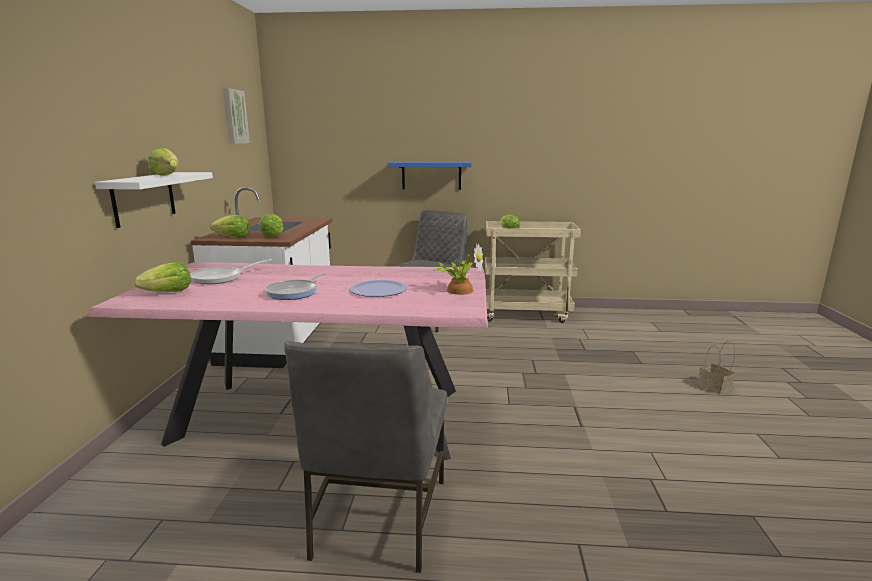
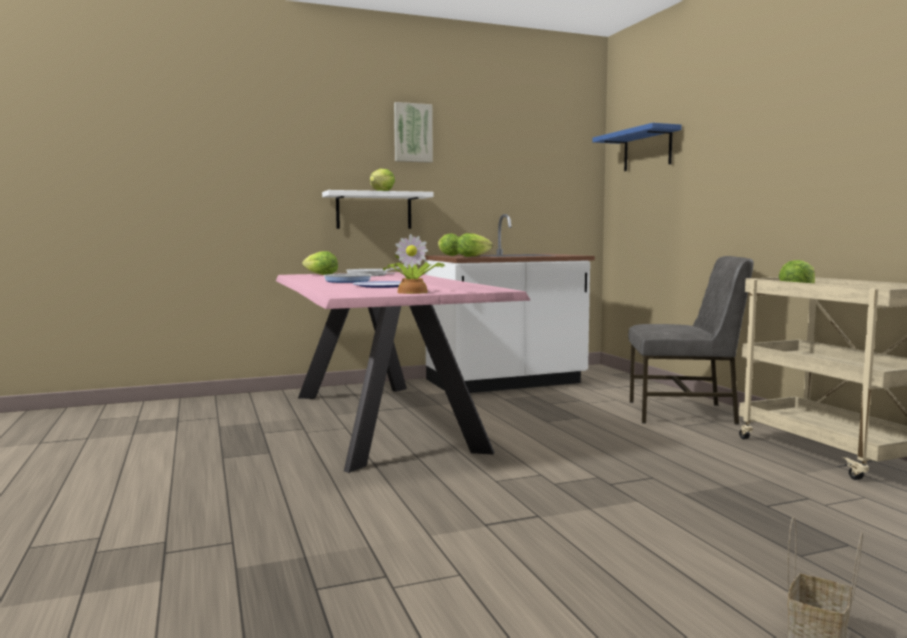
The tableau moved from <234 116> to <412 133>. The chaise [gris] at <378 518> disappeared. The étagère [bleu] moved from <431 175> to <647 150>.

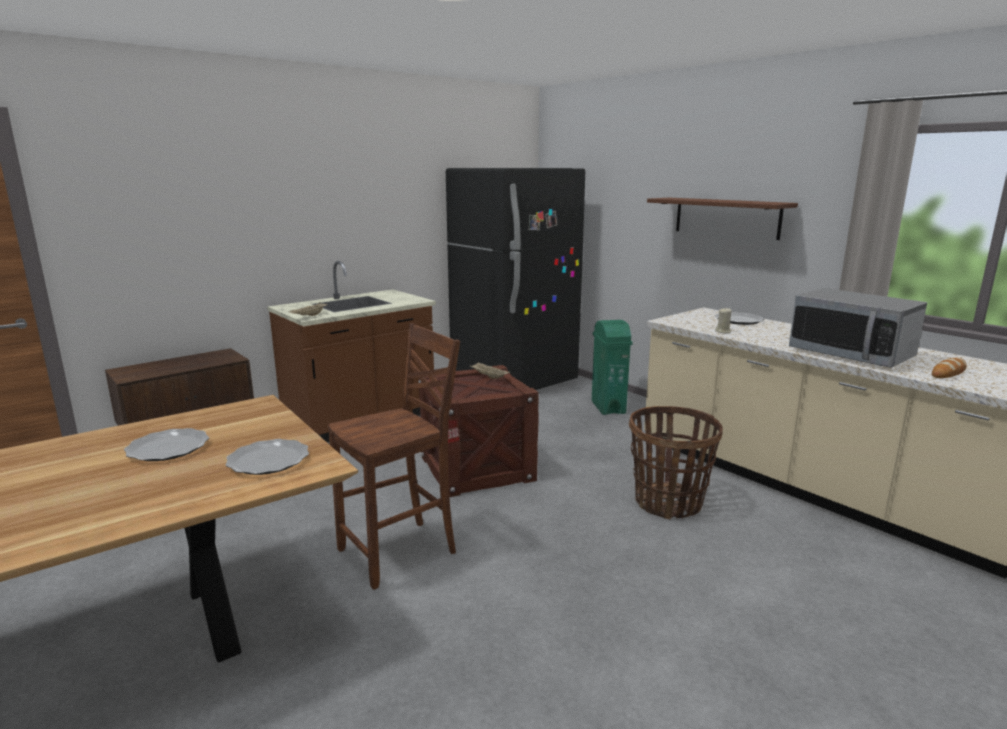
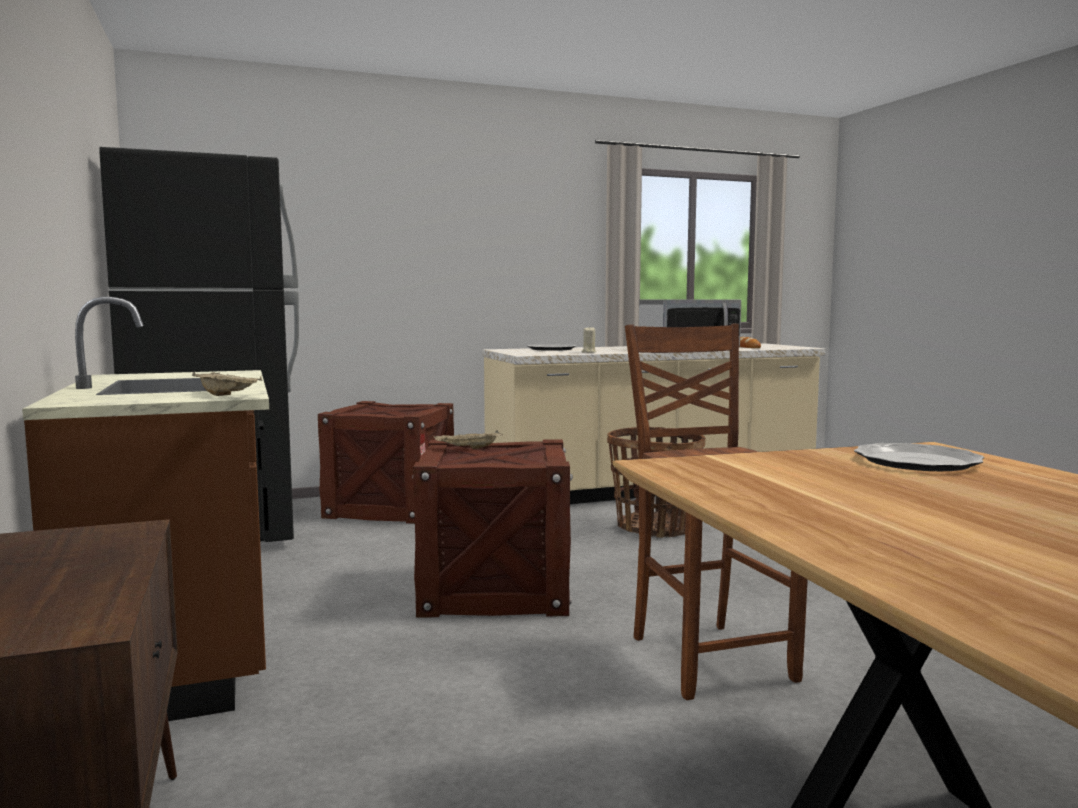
The assiette at <167 448> disappeared. The poubelle [vert] at <608 407> was replaced by the caisse at <390 507>. The étagère [marron] at <726 217> disappeared.

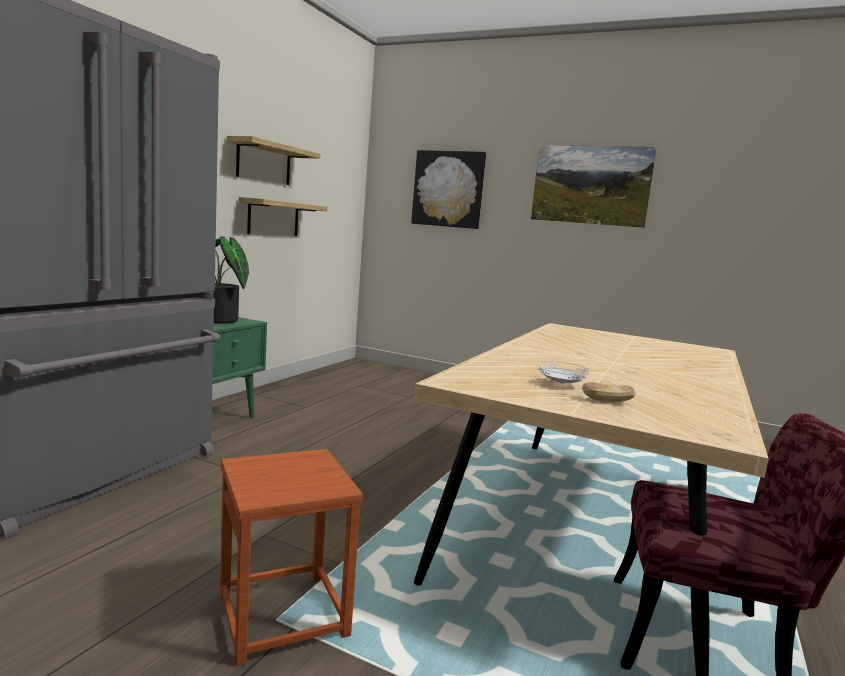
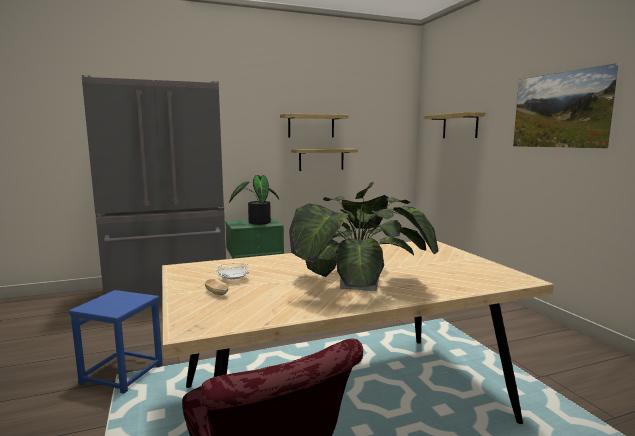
The tabouret [marron] at <284 615> became the tabouret [bleu] at <122 374>. The tableau at <448 189> was replaced by the étagère at <460 126>. The plante en pot at <359 283> appeared.

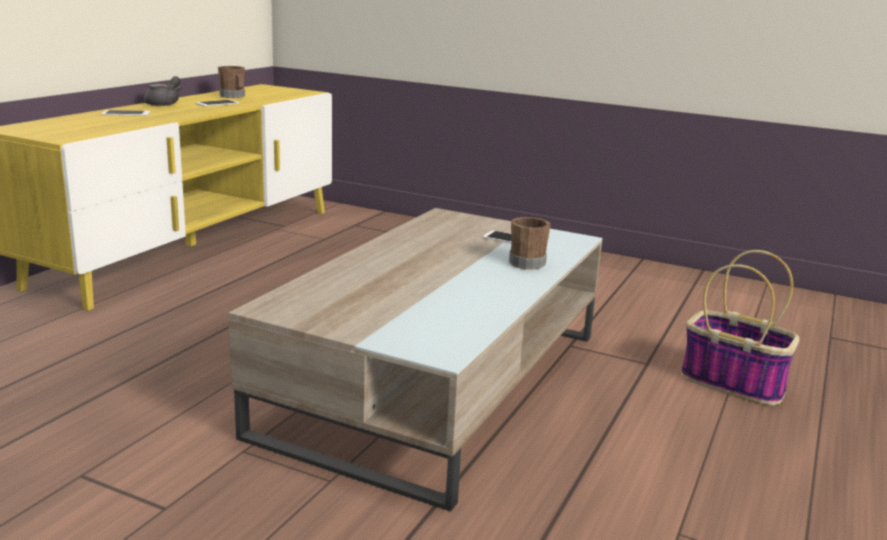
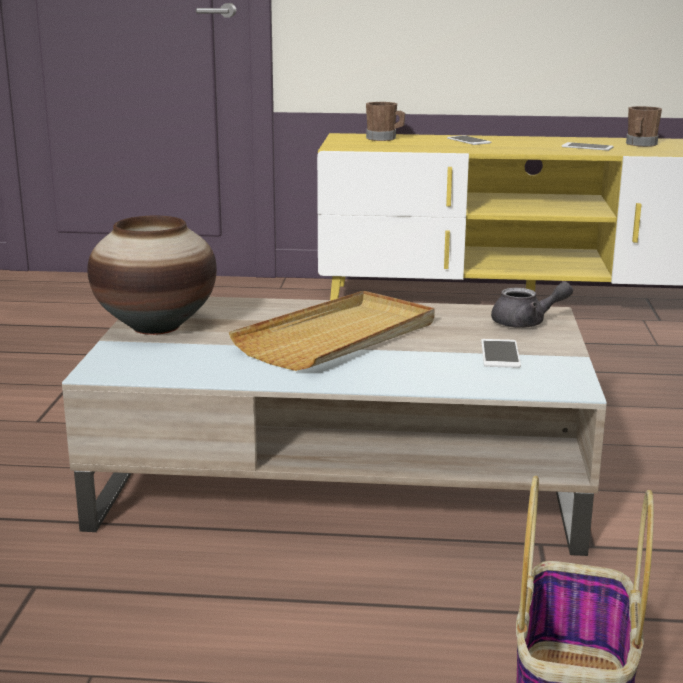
The théière [gris] moved from <165 103> to <526 323>. The mug [marron] moved from <529 262> to <384 138>. The vase at <156 327> appeared. The plateau [beige] at <339 337> appeared.

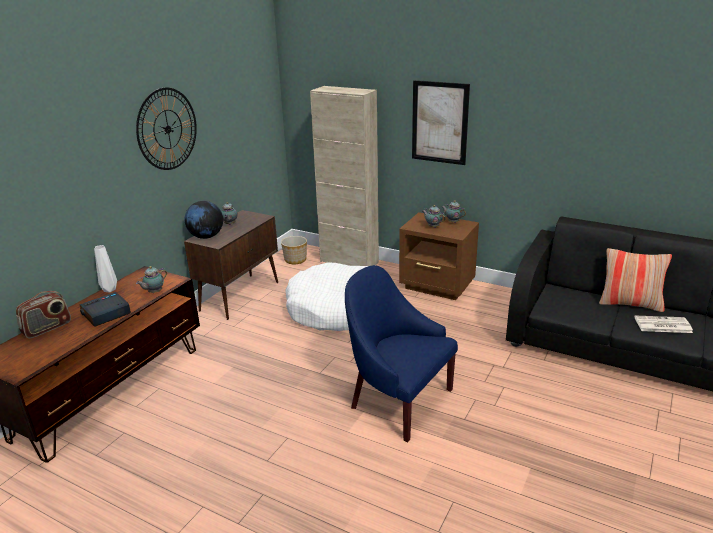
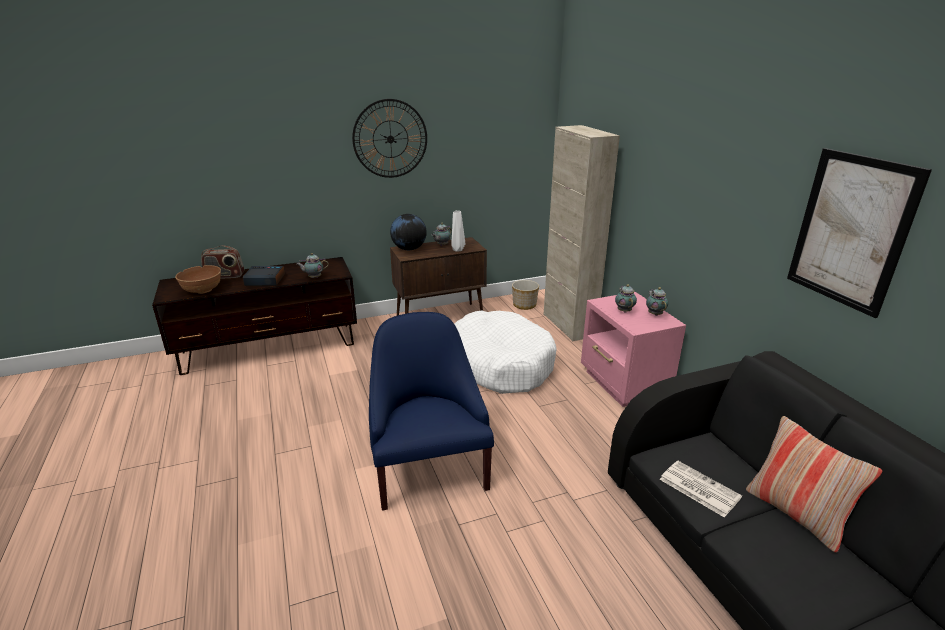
The vase [blanc] moved from <110 289> to <458 250>. The table de chevet [marron] at <437 286> became the table de chevet [rose] at <623 384>. The tableau moved from <439 122> to <850 231>. The journal moved from <662 325> to <698 488>. The bol [marron] at <202 290> appeared.

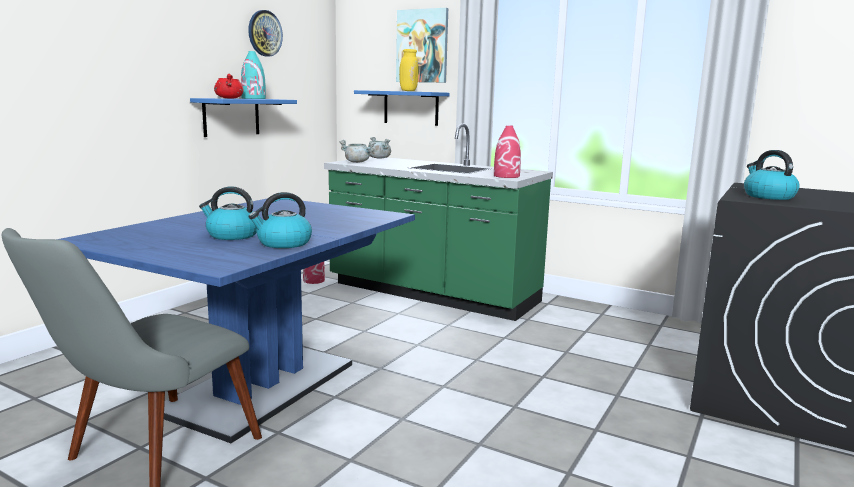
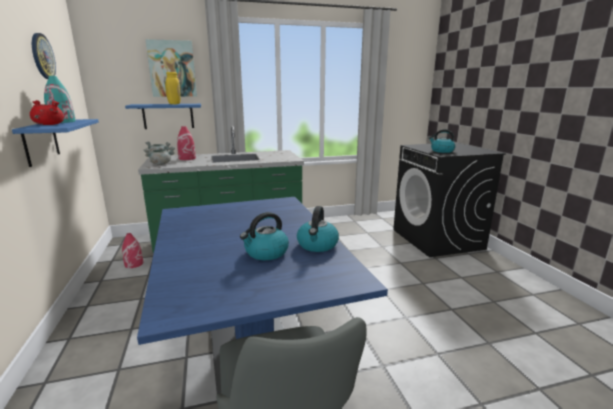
The vase [rouge] moved from <506 176> to <187 158>.

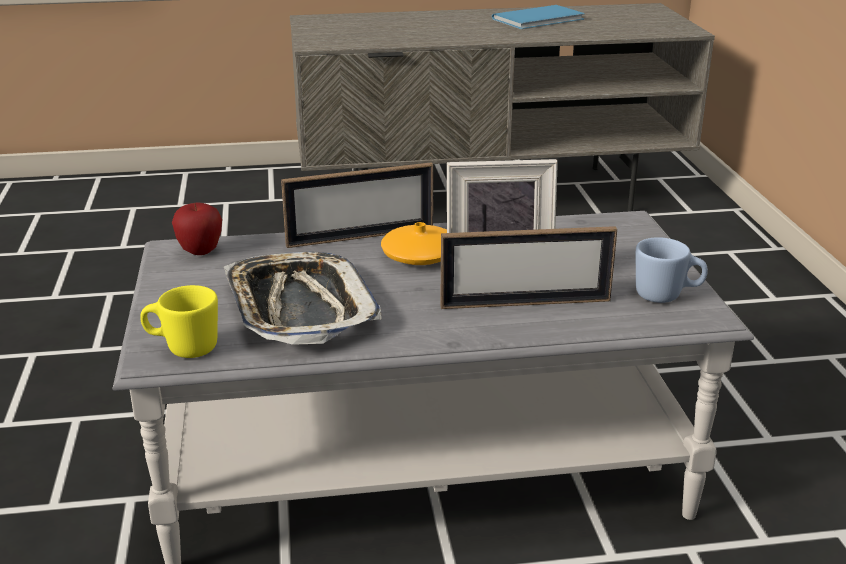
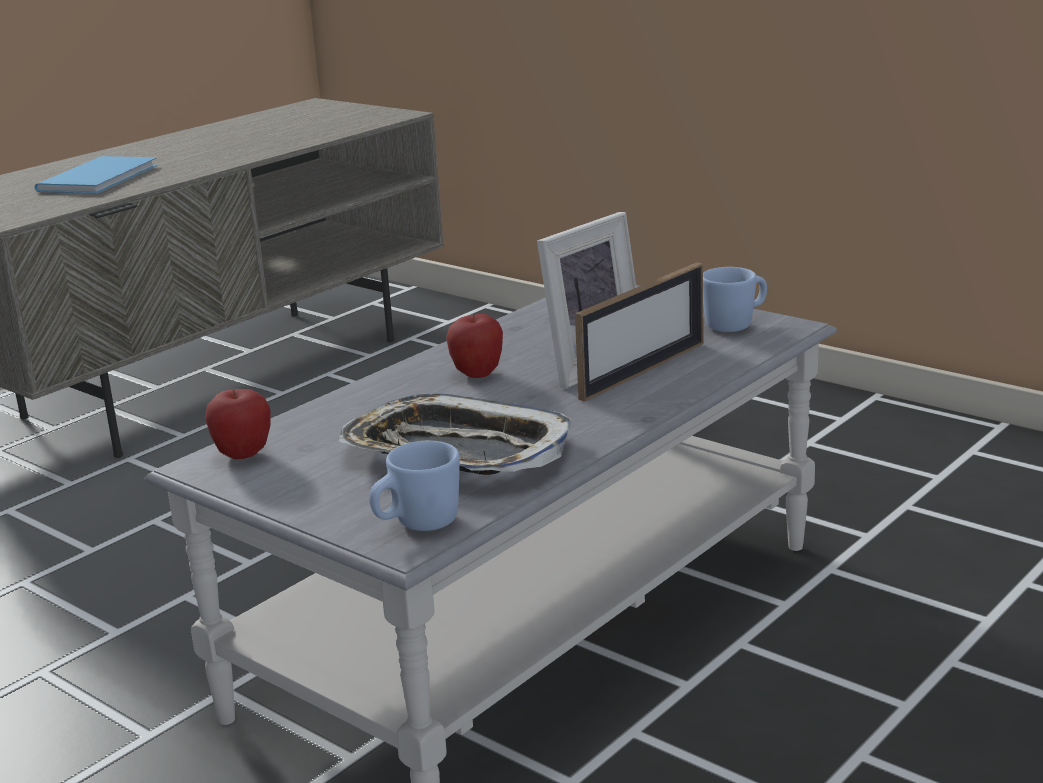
The mug [jaune] at <183 348> became the mug [bleu] at <417 525>. The cadre photo at <360 237> disappeared. The vase [orange] at <419 256> was replaced by the pomme at <477 374>. The livre [bleu] moved from <541 19> to <103 177>.

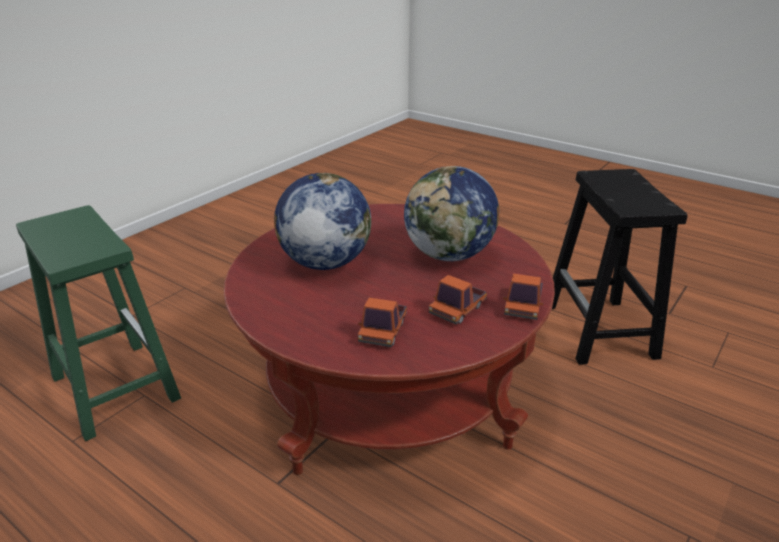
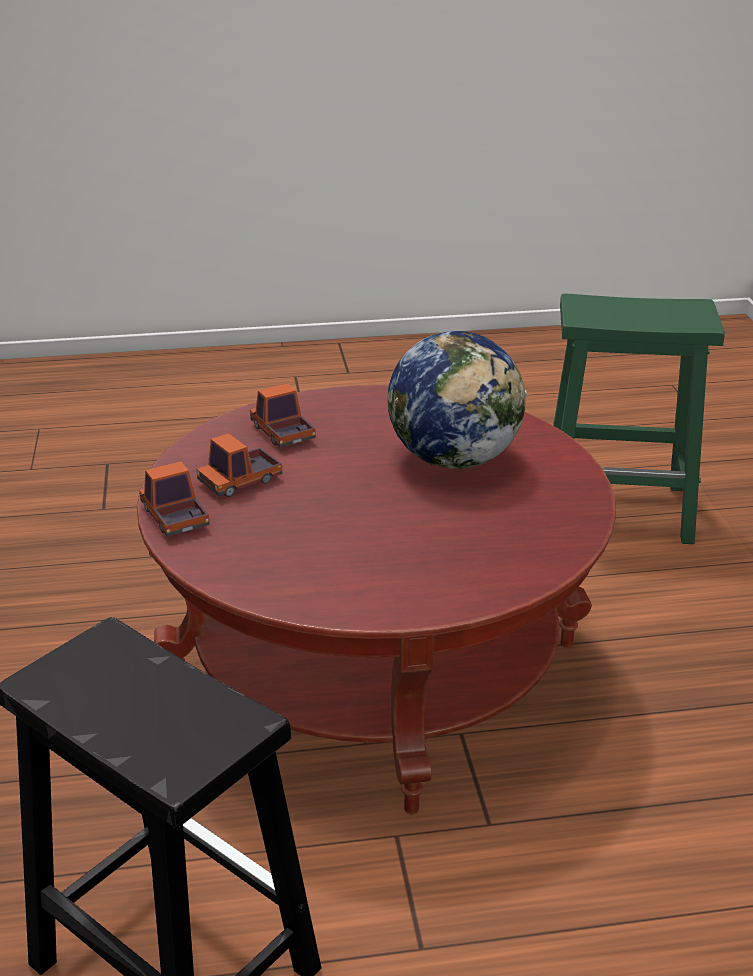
The globe at <449 255> disappeared. The camion jouet at <457 309> turned 120 degrees counterclockwise.

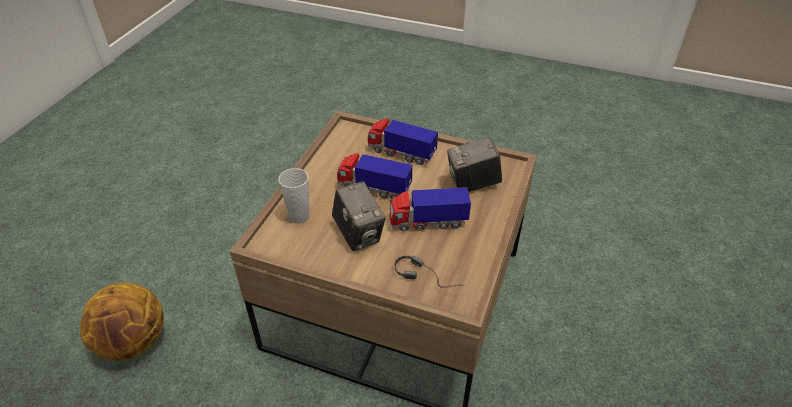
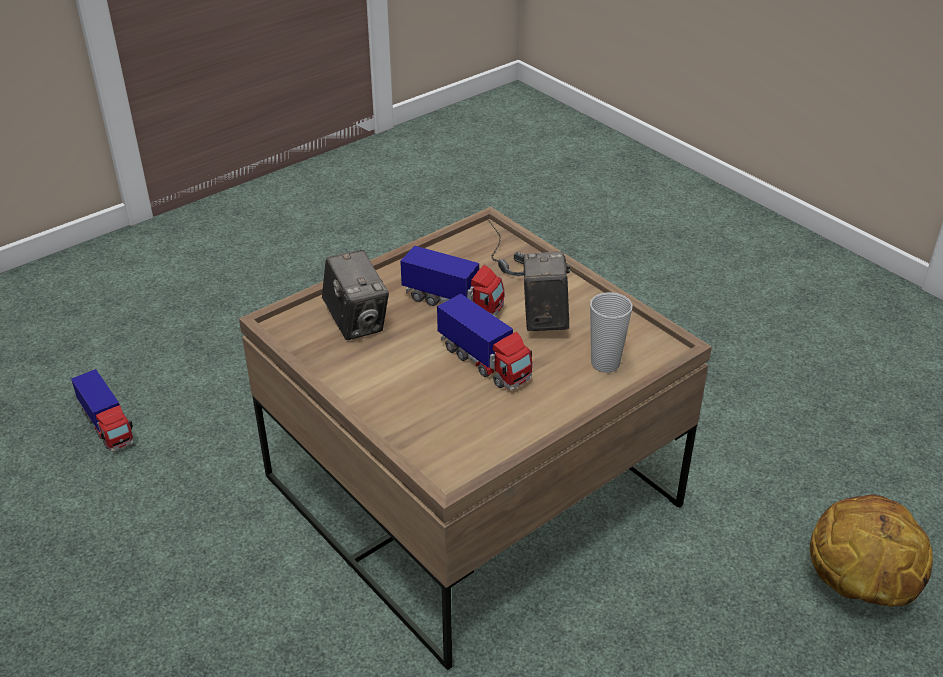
The camion jouet moved from <401 153> to <107 426>. The appareil photo at <472 184> turned 45 degrees clockwise.

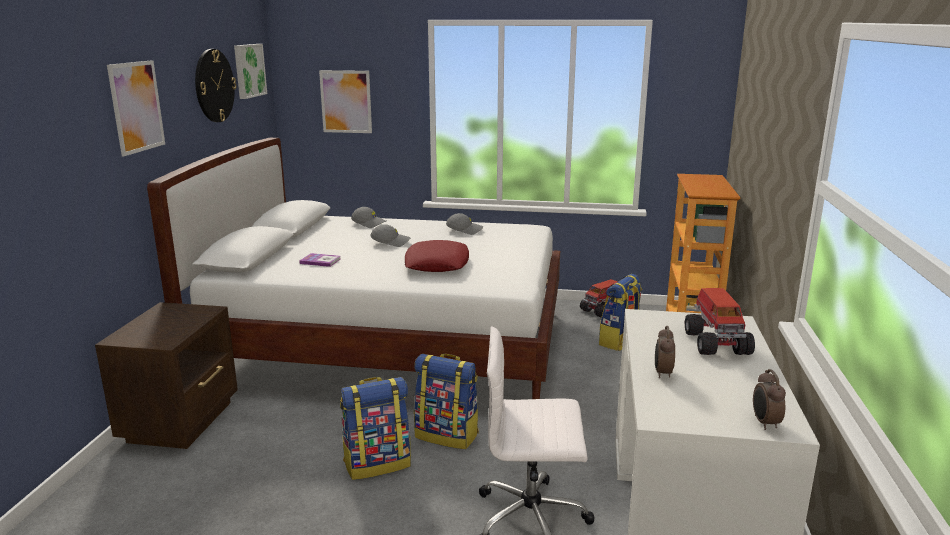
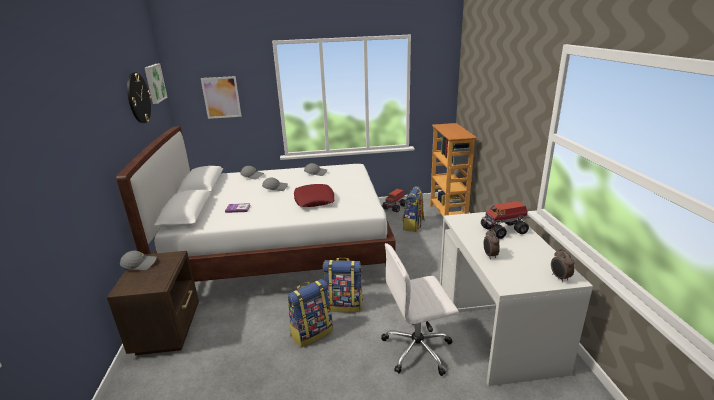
The tableau at <136 107> disappeared. The camion jouet at <716 343> turned 90 degrees clockwise. The casquette [gris] at <140 264> appeared.

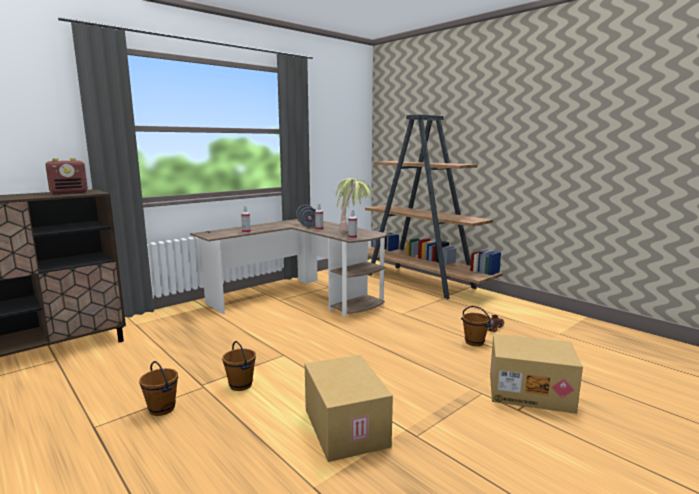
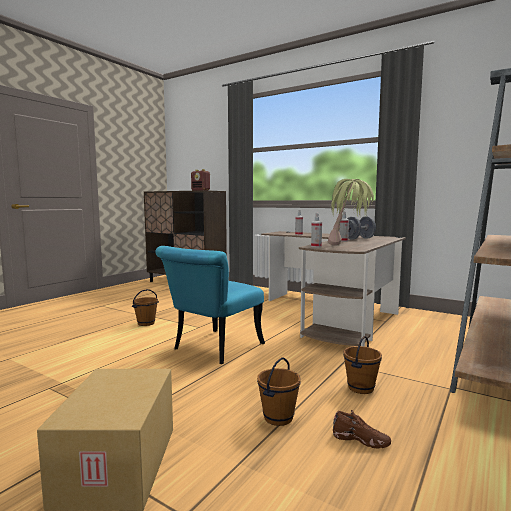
The seau [marron] moved from <162 409> to <361 388>. The carton at <344 427> disappeared. The chaise [turquoise] at <212 349> appeared.

